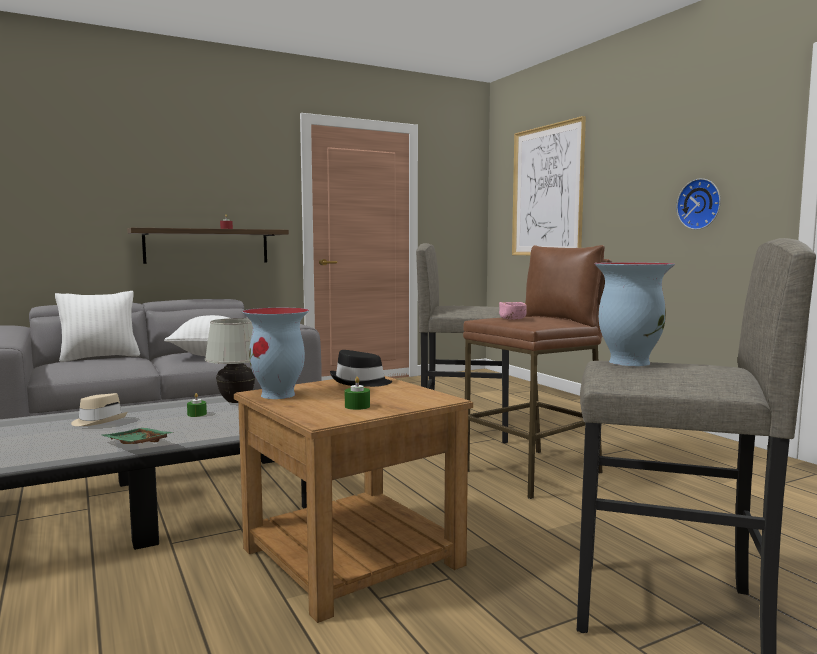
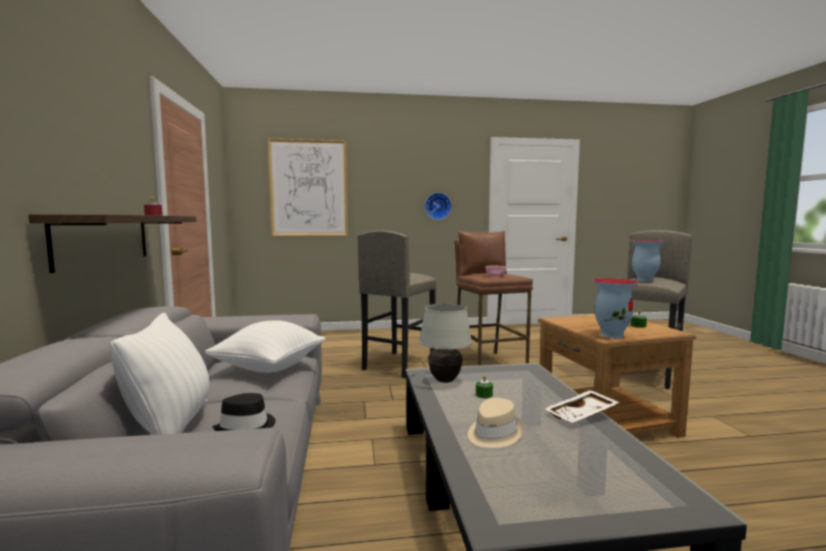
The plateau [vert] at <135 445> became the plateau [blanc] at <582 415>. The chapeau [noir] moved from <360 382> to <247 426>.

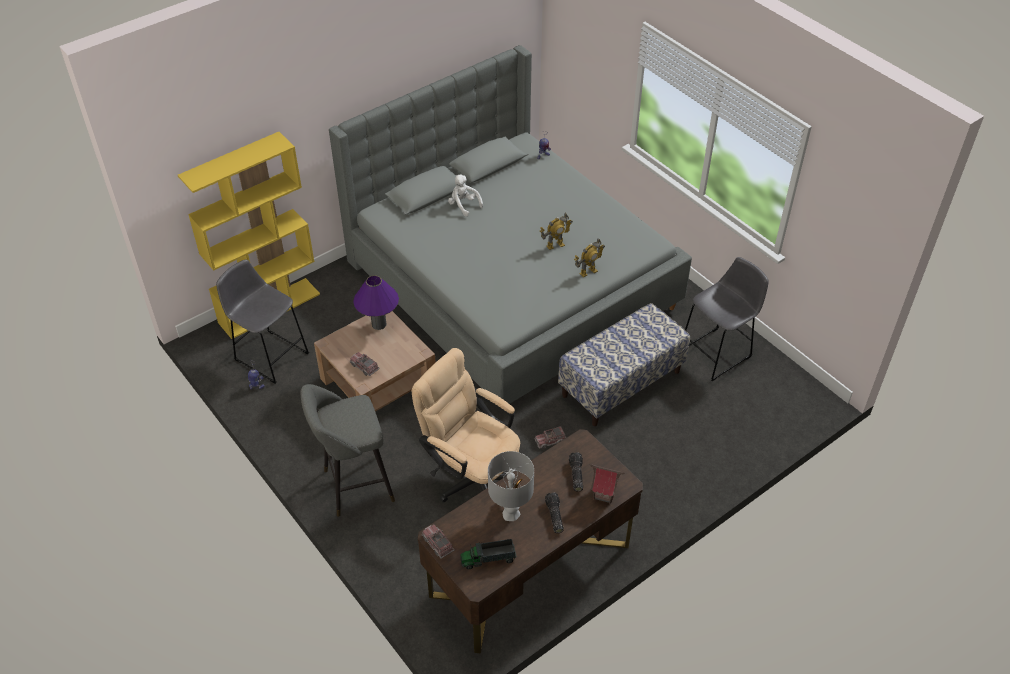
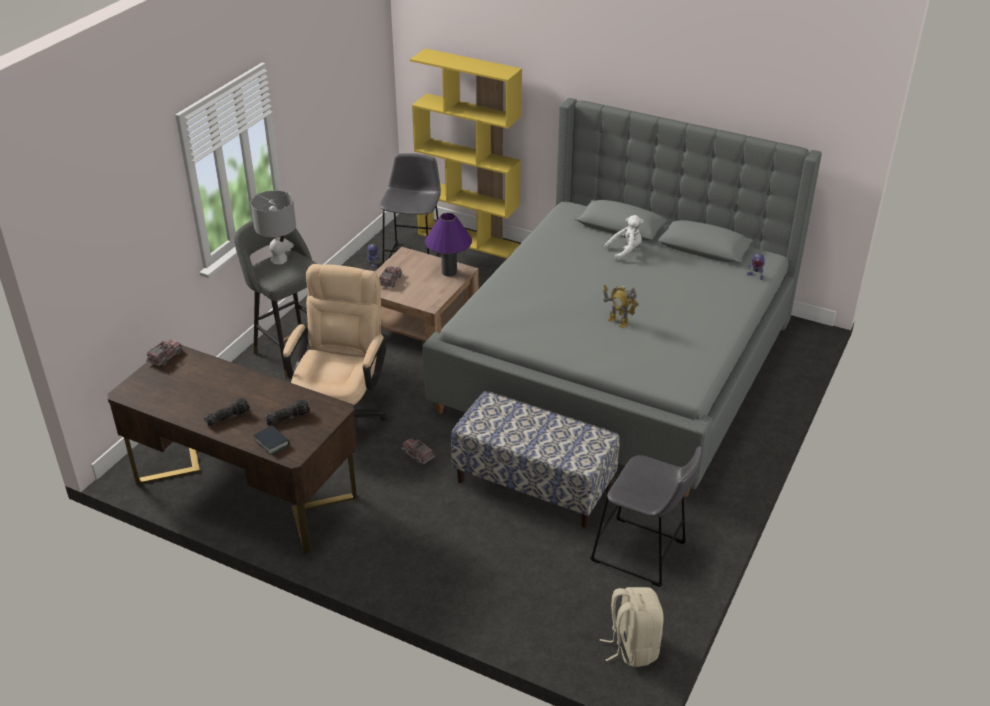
The peluche [blanc] at <463 205> turned 45 degrees clockwise. The camion jouet at <488 559> disappeared. The lampe de table [gris] moved from <510 513> to <279 259>. The robot jouet at <588 272> disappeared. The maison miniature at <604 494> was replaced by the livre at <272 442>. The sac à dos [beige] at <632 647> appeared.

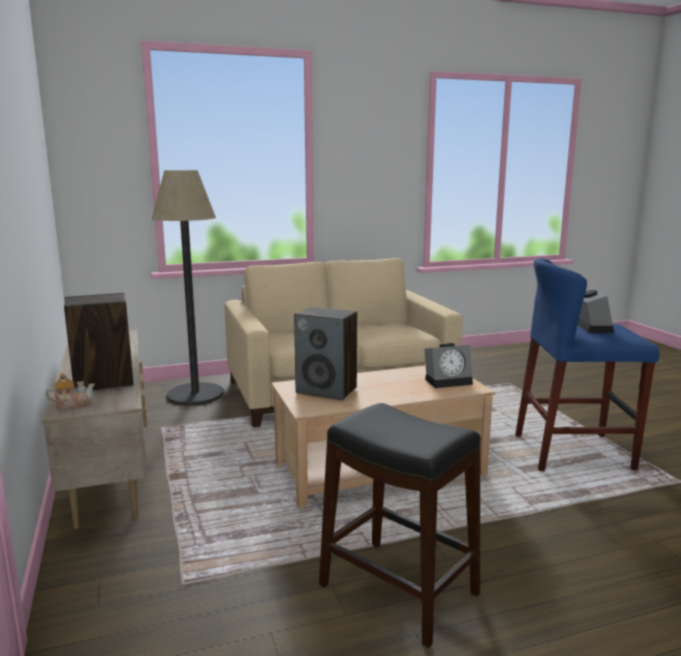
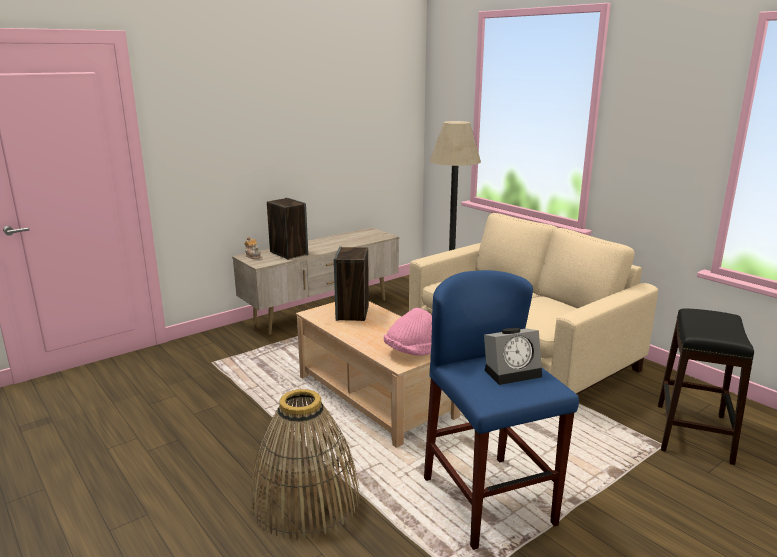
The tabouret [noir] moved from <398 590> to <692 432>. The réveil at <449 381> was replaced by the chapeau [rose] at <410 352>. The panier at <305 499> appeared.

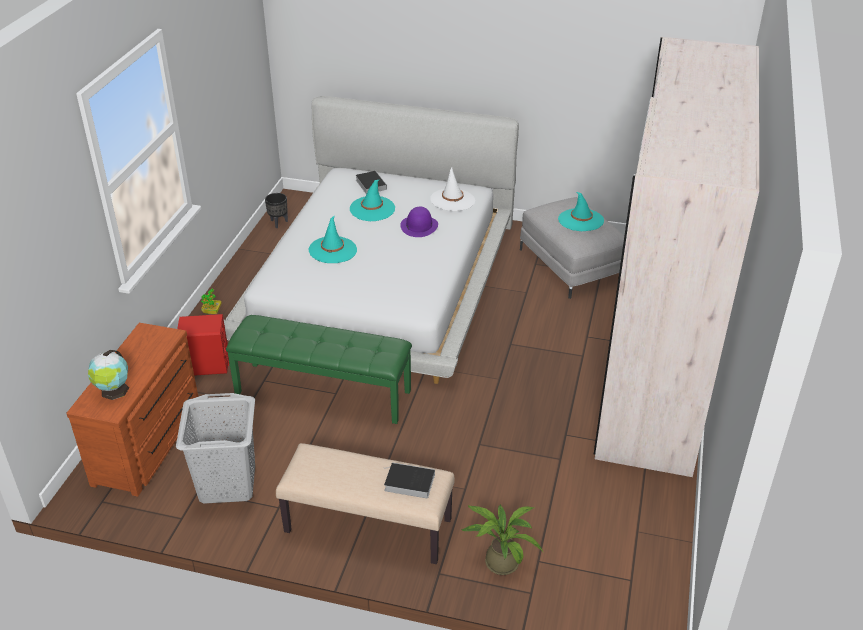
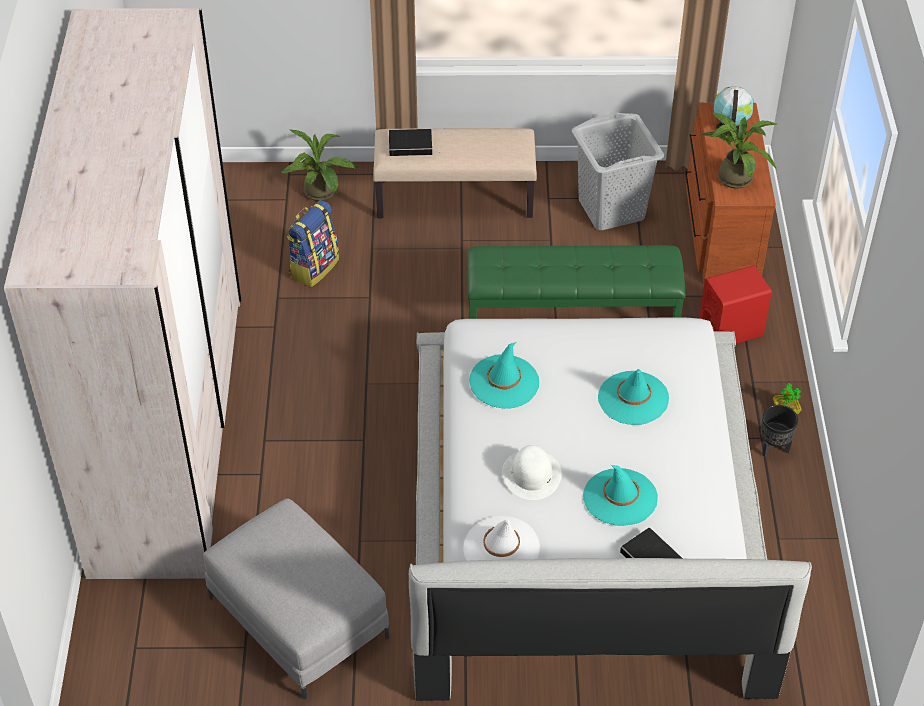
The cache-pot [noir] moved from <278 223> to <774 448>. The chapeau [violet] at <419 226> became the chapeau [blanc] at <531 474>. The chapeau [turquoise] moved from <580 220> to <504 382>. The sac à dos at <313 267> appeared. The plante en pot at <733 175> appeared.

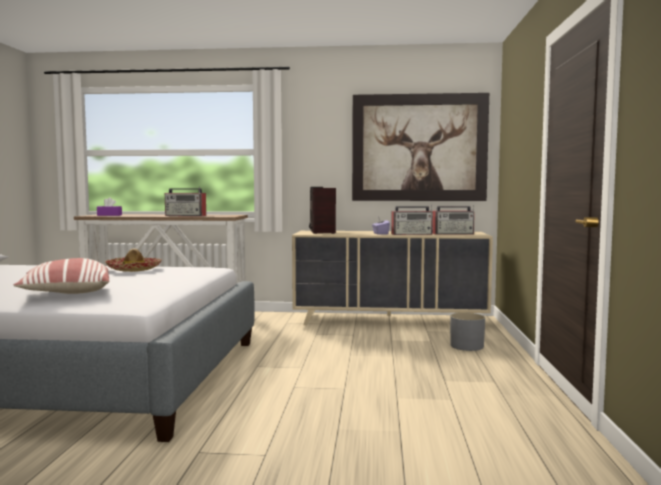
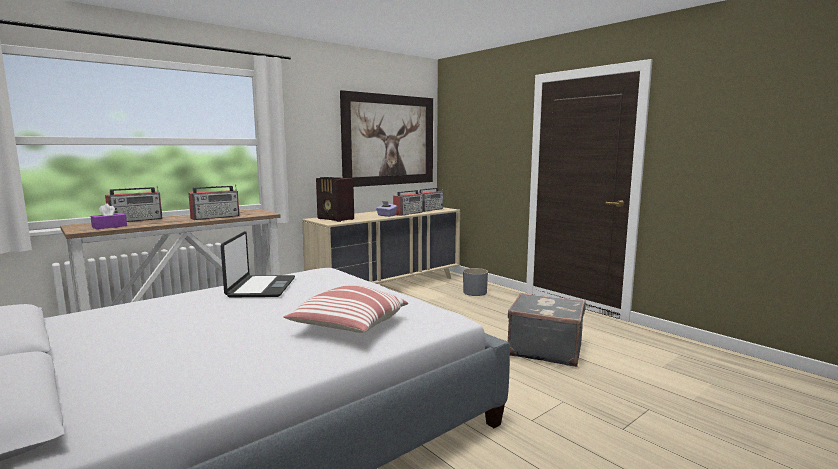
The chapeau at <134 269> was replaced by the ordinateur portable at <261 287>. The radio at <136 220> appeared. The valise [gris] at <545 349> appeared.

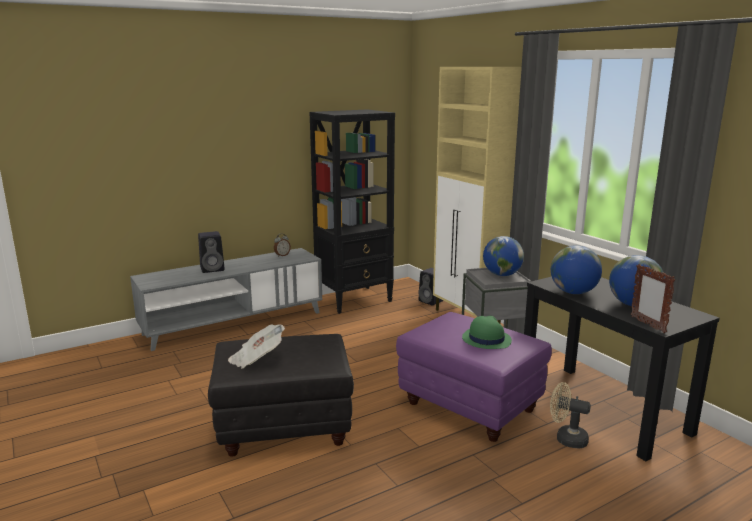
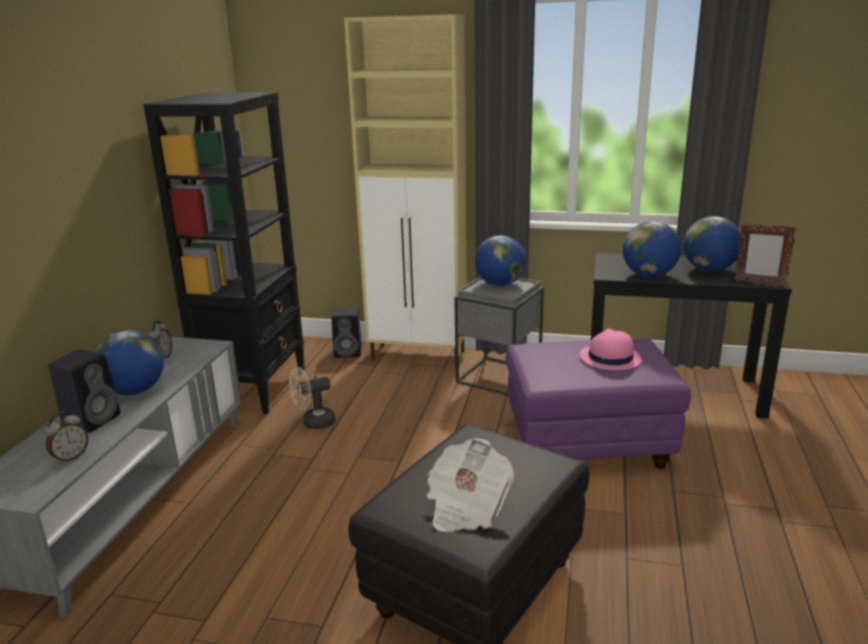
The chapeau [vert] at <486 339> became the chapeau [rose] at <609 358>. The ventilateur [beige] moved from <566 438> to <313 423>. The réveil at <70 457> appeared. The globe at <135 391> appeared.

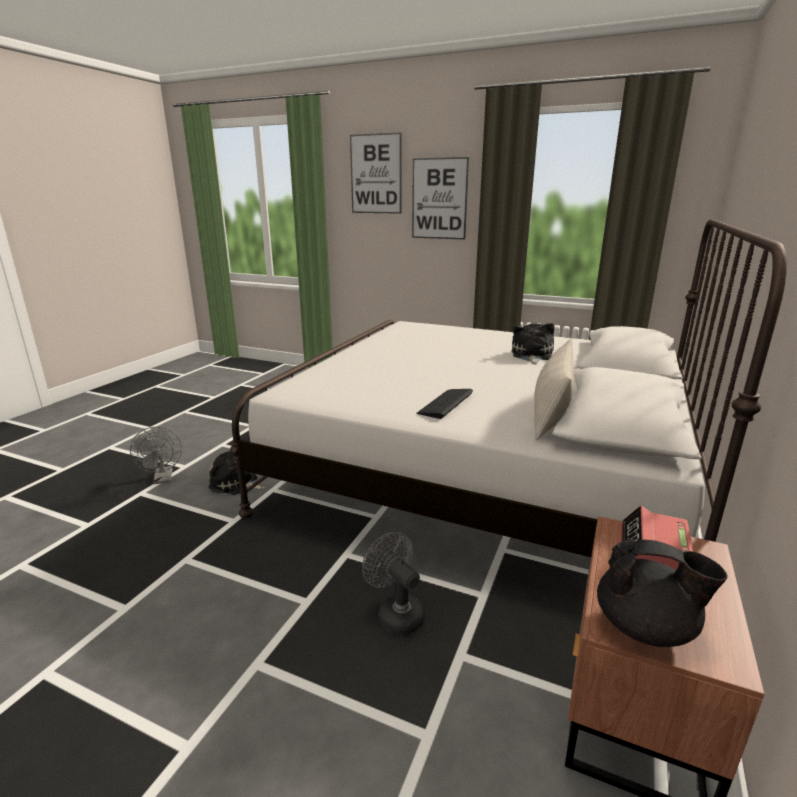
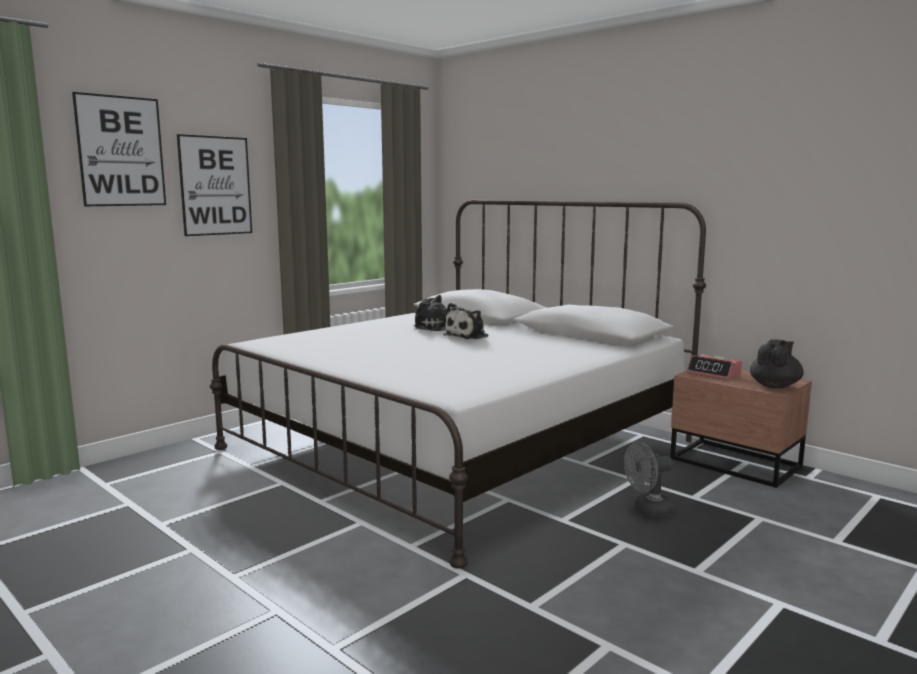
The ventilateur [gris] at <163 479> disappeared. The peluche moved from <236 484> to <468 336>. The clavier at <445 404> disappeared. The coussin [beige] at <551 414> disappeared.

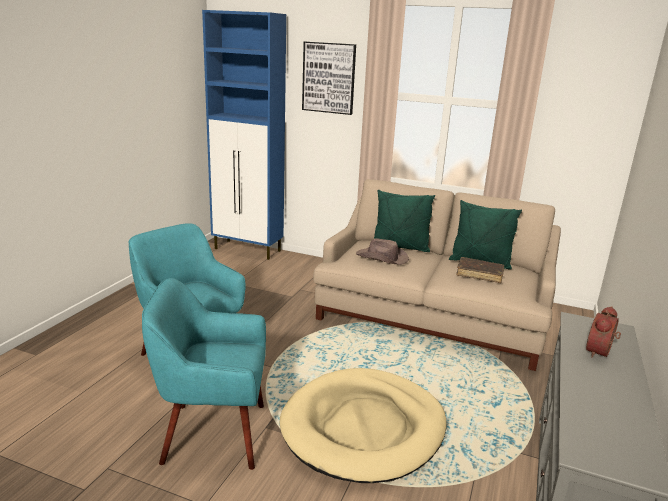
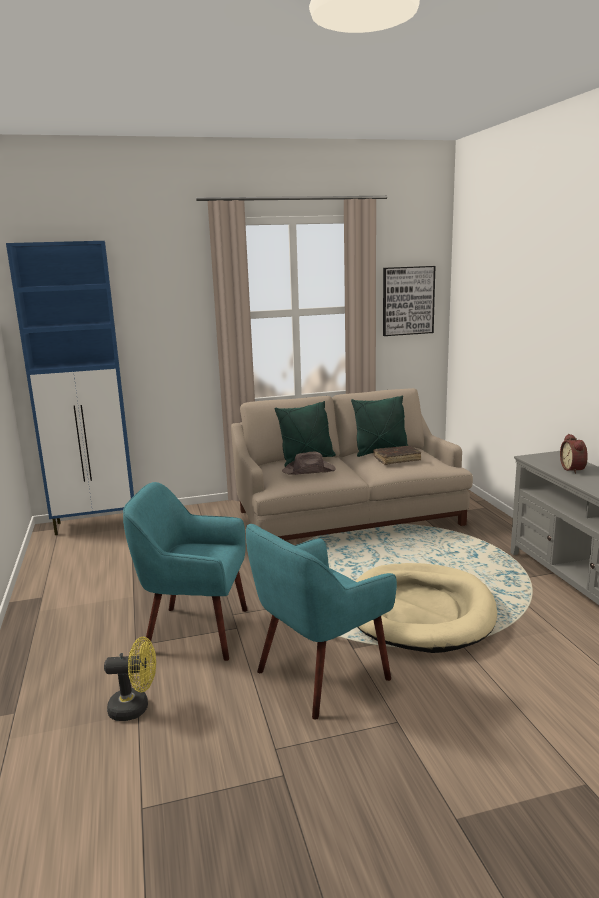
The tableau moved from <329 78> to <408 301>. The ventilateur [jaune] at <135 708> appeared.

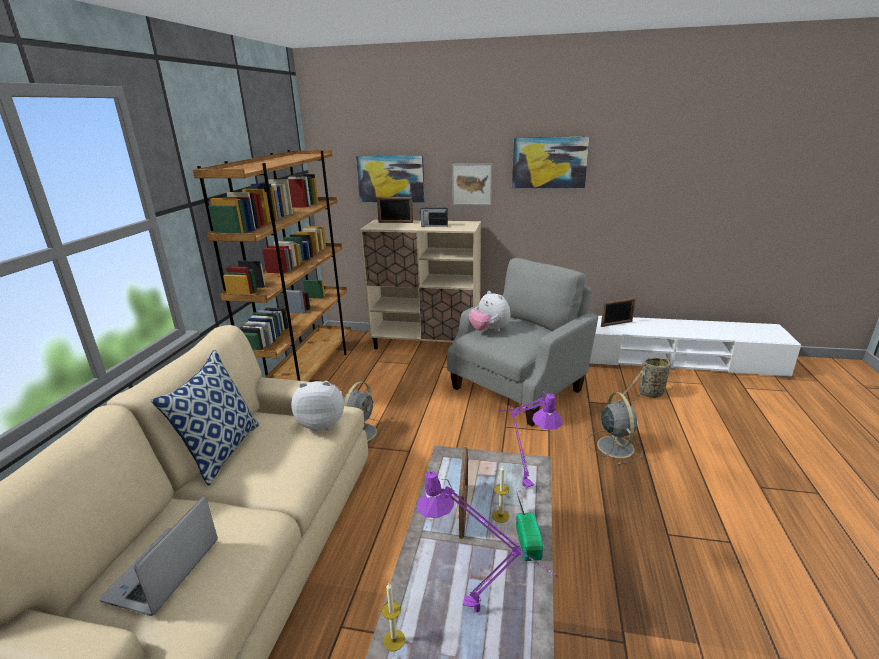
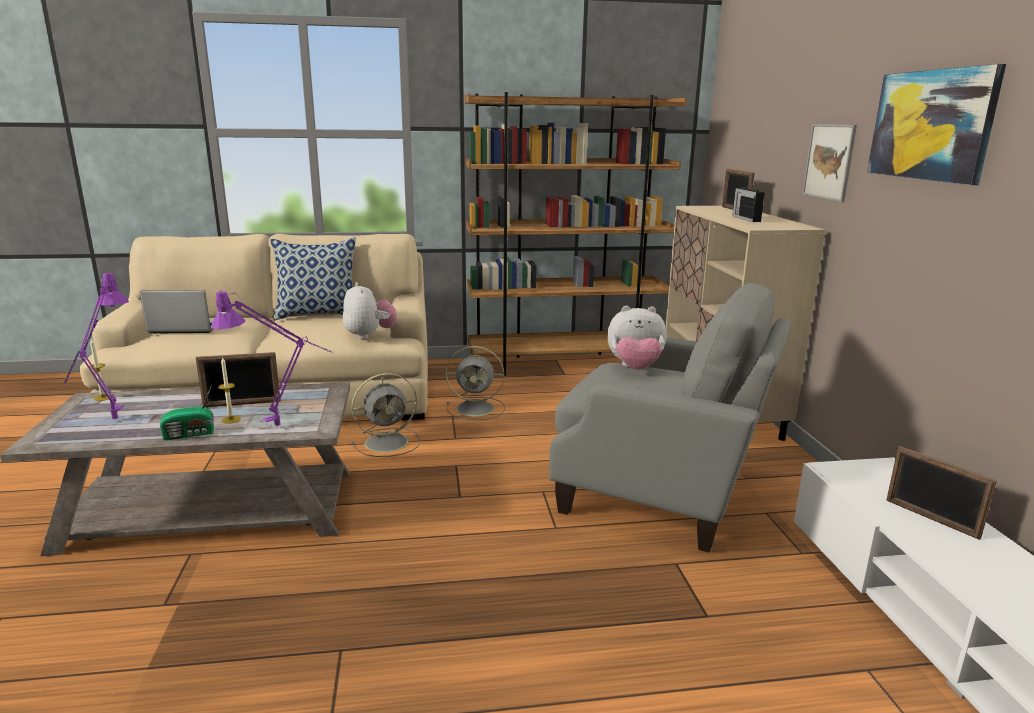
The tableau at <391 179> disappeared. The peluche at <489 330> turned 120 degrees counterclockwise. The ventilateur [gris] moved from <614 446> to <389 442>. The panier at <649 394> disappeared.

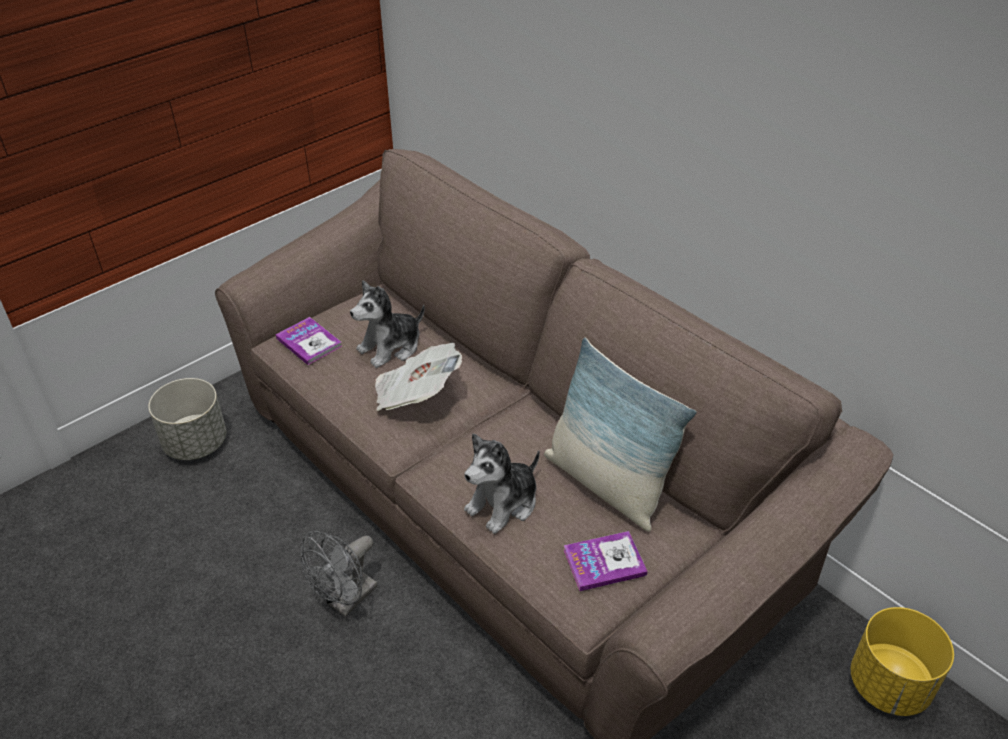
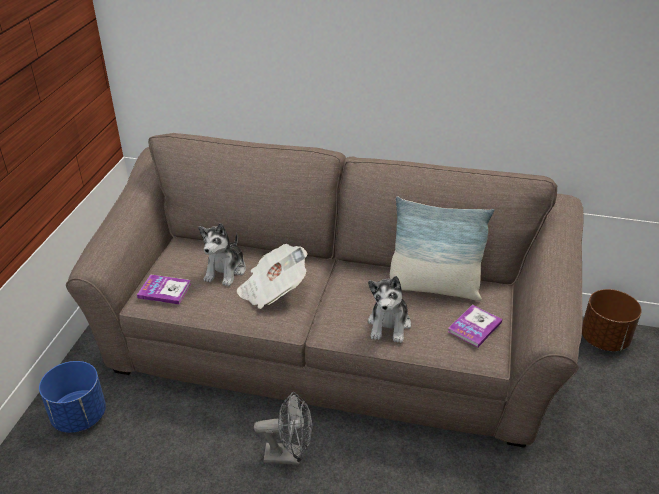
The cache-pot [gris] at <196 444> became the cache-pot [bleu] at <79 416>. The ventilateur [gris] at <346 601> turned 90 degrees counterclockwise. The cache-pot [jaune] at <889 685> became the cache-pot [marron] at <604 339>.

